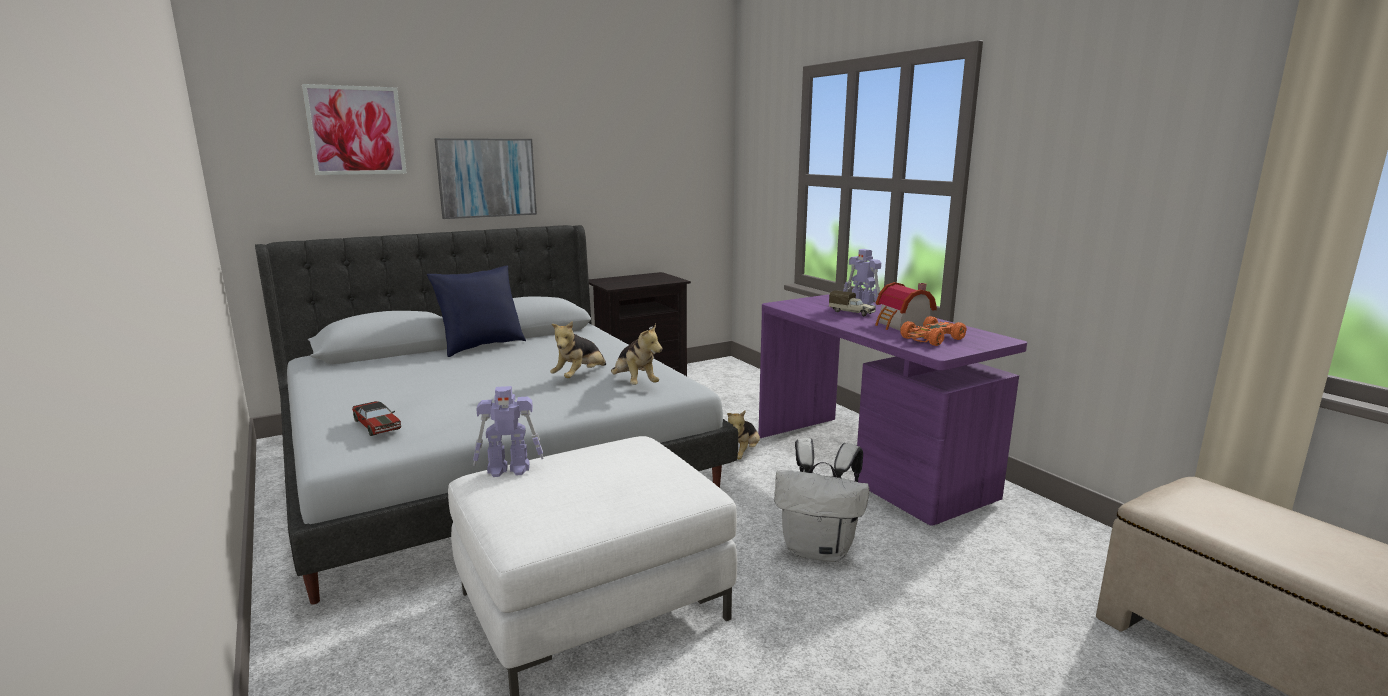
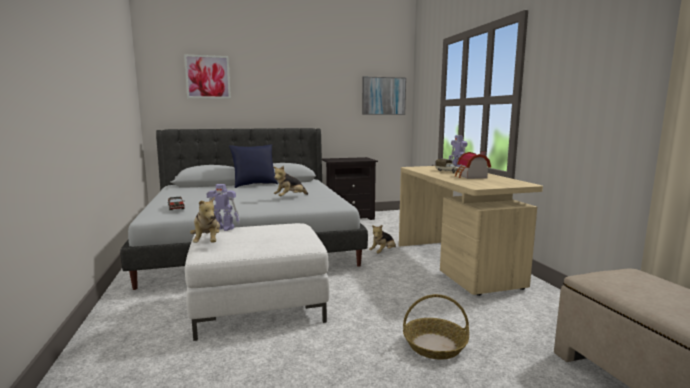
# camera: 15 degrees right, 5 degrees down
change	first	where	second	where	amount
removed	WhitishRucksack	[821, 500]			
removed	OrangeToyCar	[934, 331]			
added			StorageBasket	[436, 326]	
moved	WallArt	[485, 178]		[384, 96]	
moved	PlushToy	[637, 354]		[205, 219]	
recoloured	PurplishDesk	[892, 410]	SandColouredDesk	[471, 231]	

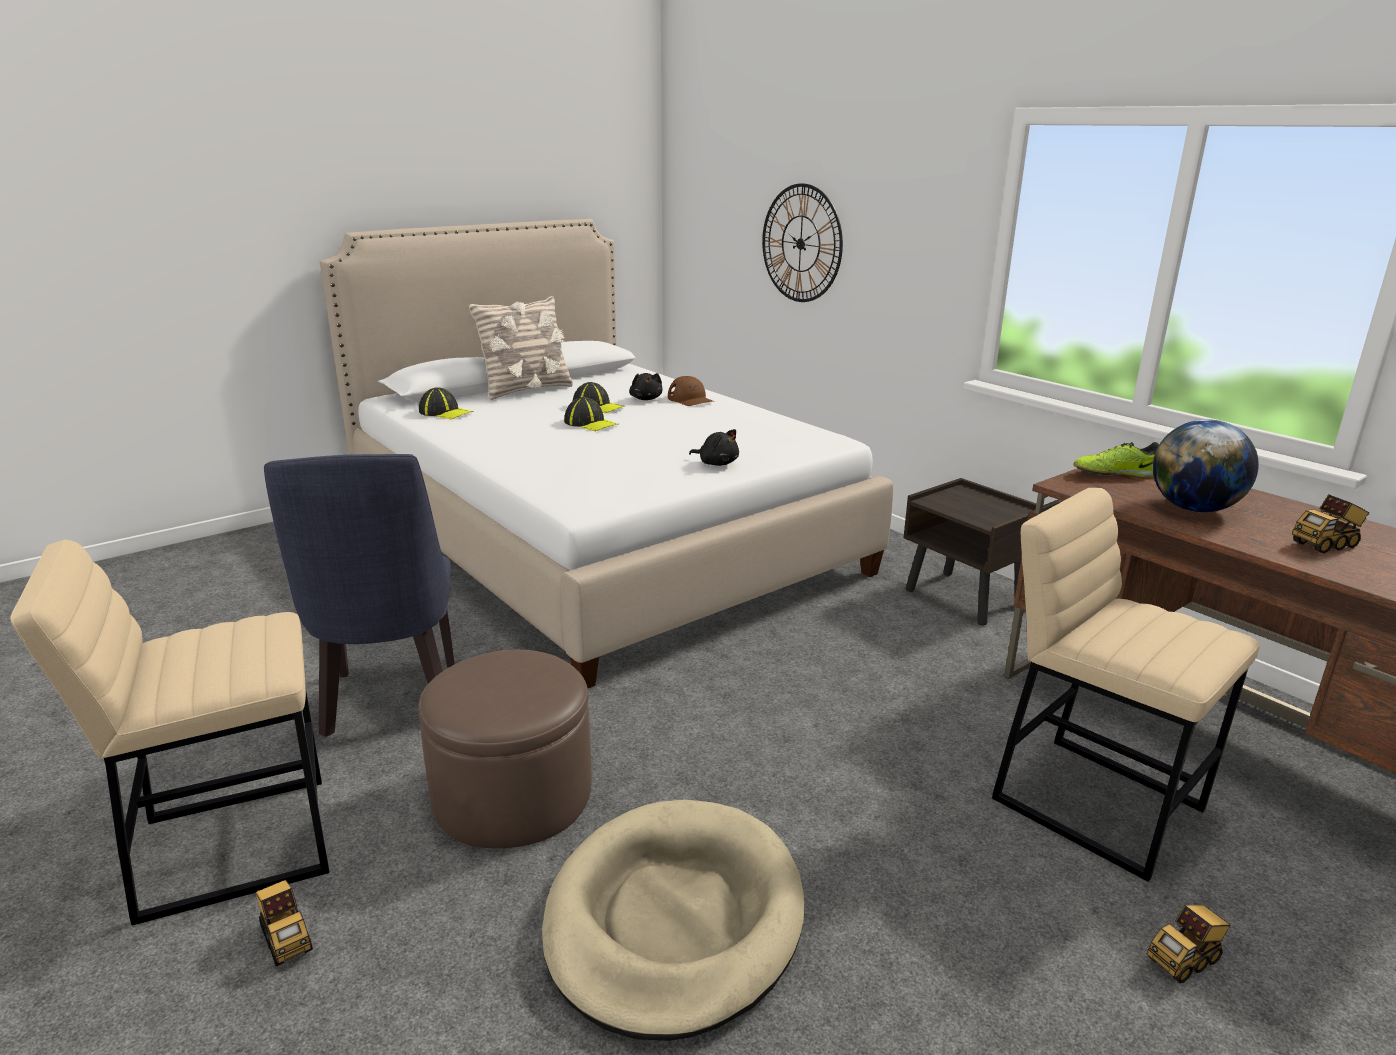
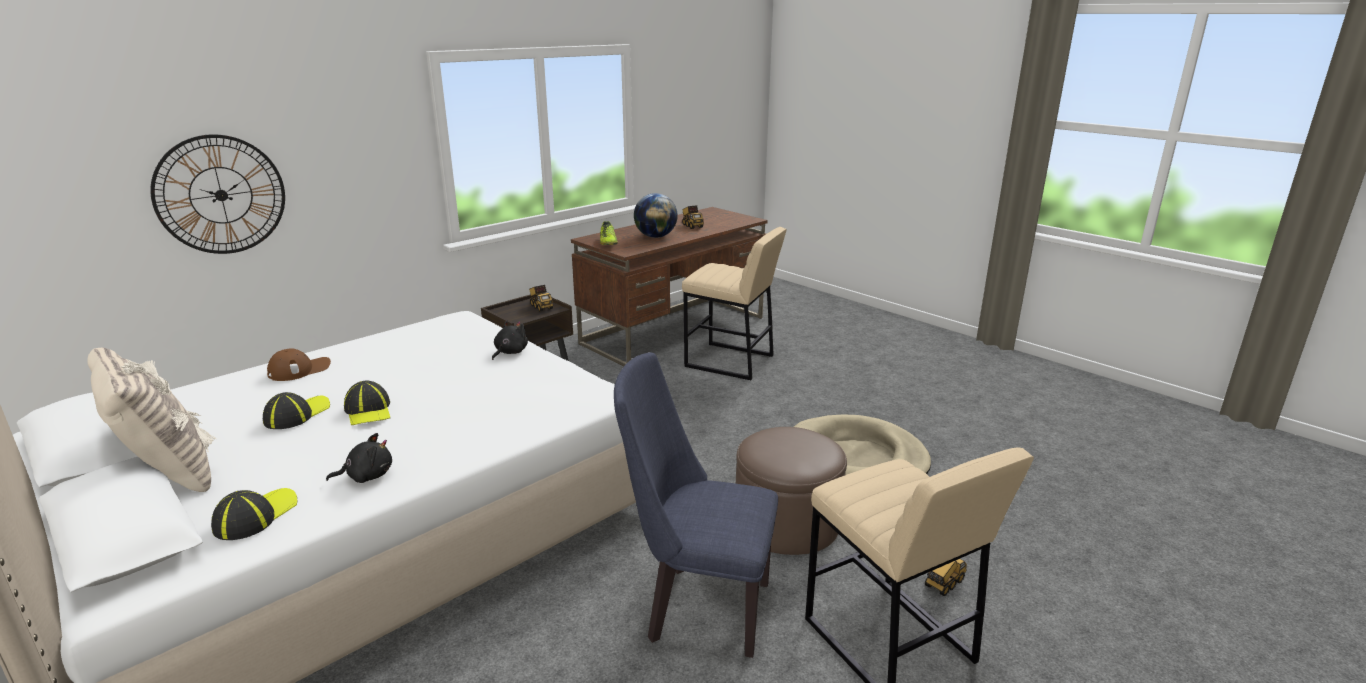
# camera: 95 degrees left, 0 degrees up
change	first	where	second	where	amount
moved	BlackColouredPlushToy	[646, 386]		[359, 458]	
moved	ModelTruck	[1189, 944]		[541, 298]	
turned	BlueChair	[359, 595]		[696, 505]	150 degrees counterclockwise
turned	PeakedCap	[591, 414]		[367, 403]	120 degrees clockwise
turned	SandColouredChair	[1126, 685]		[734, 303]	105 degrees counterclockwise

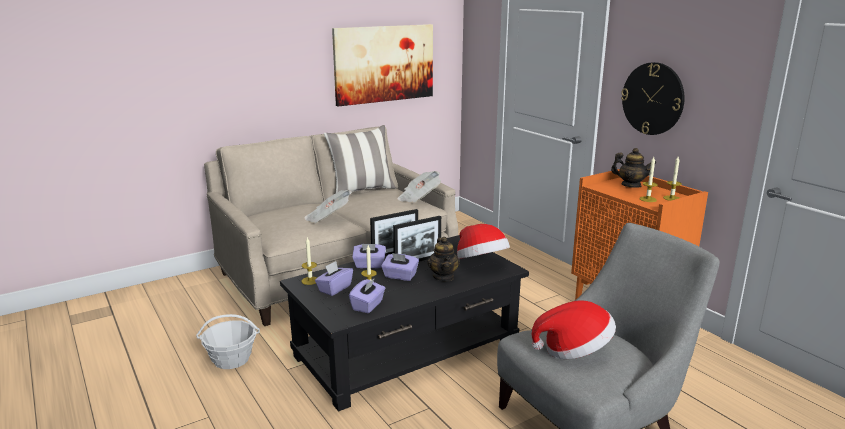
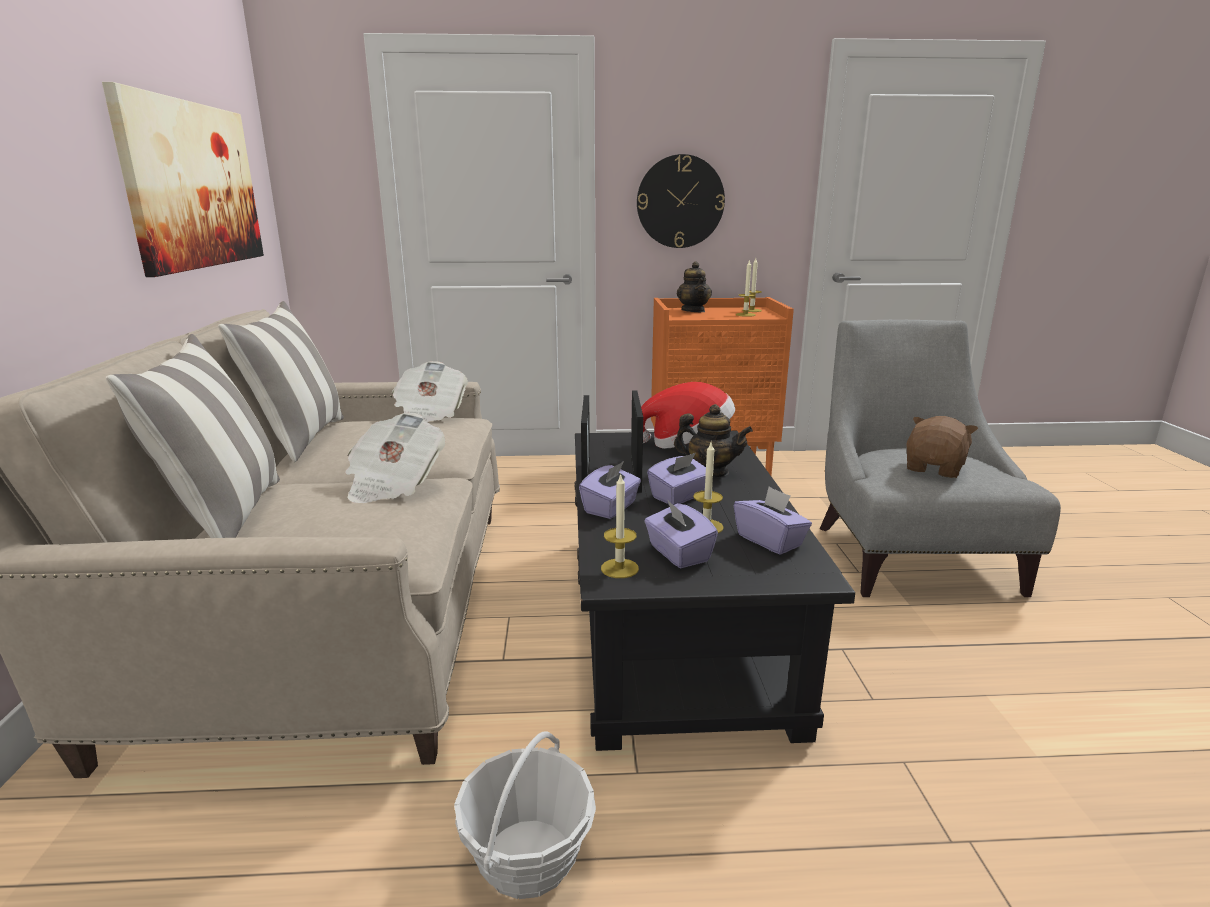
# camera: 60 degrees left, 0 degrees up
change	first	where	second	where	amount
added			ThrowPillow	[193, 436]	
replaced	Hat	[574, 329]	BrownColouredPlushToy	[942, 447]	
turned	PotForTea	[633, 168]		[694, 286]	105 degrees clockwise

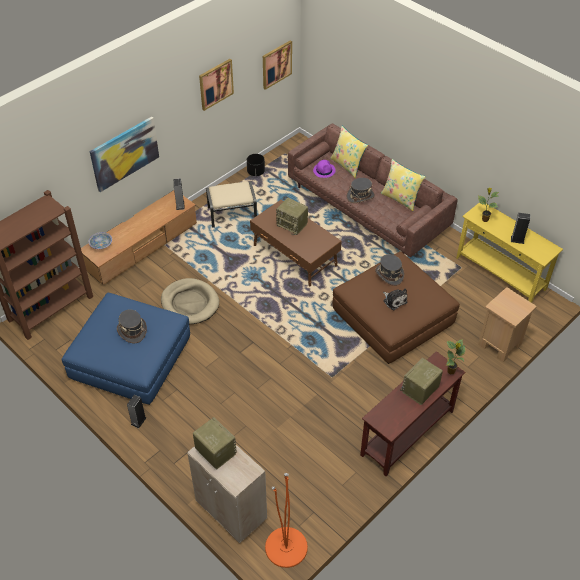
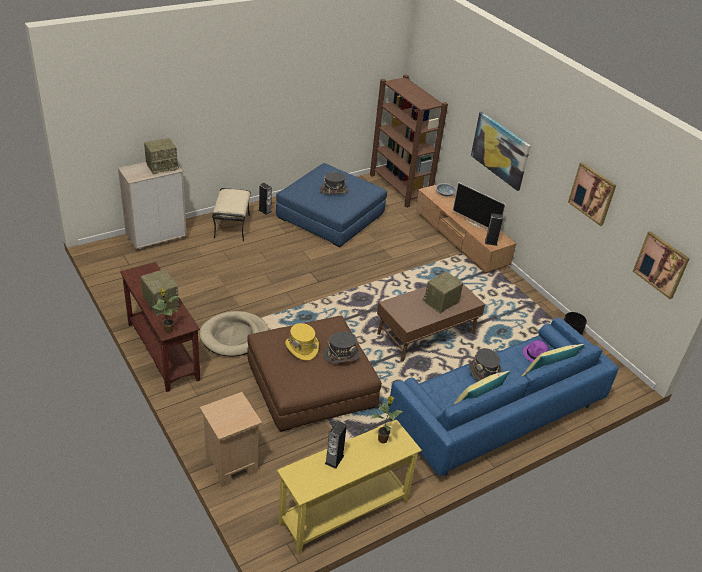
# camera: 100 degrees right, 10 degrees down
change	first	where	second	where	amount
removed	OrangeFloorLamp	[286, 520]			
added			Tv	[479, 206]	
moved	SandColouredDogCushion	[190, 301]		[234, 334]	
moved	SandColouredPouffe	[231, 204]		[231, 214]	
replaced	PlushToy	[395, 299]	YellowishHat	[302, 342]	
recoloured	BrownColouredSettee	[373, 190]	BlueSettee	[503, 396]	

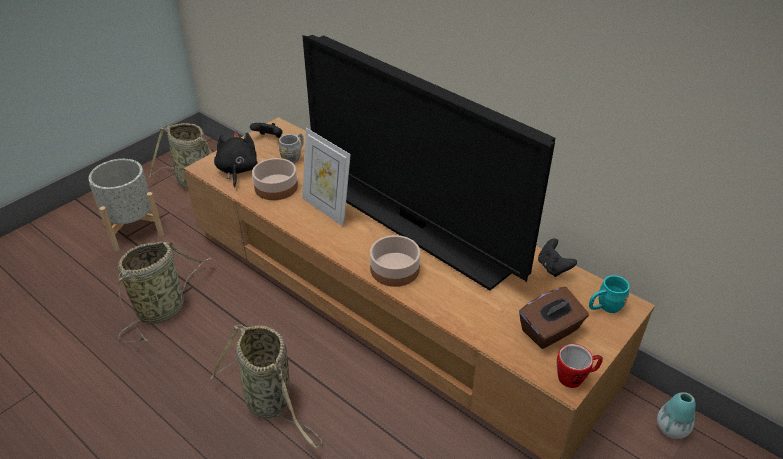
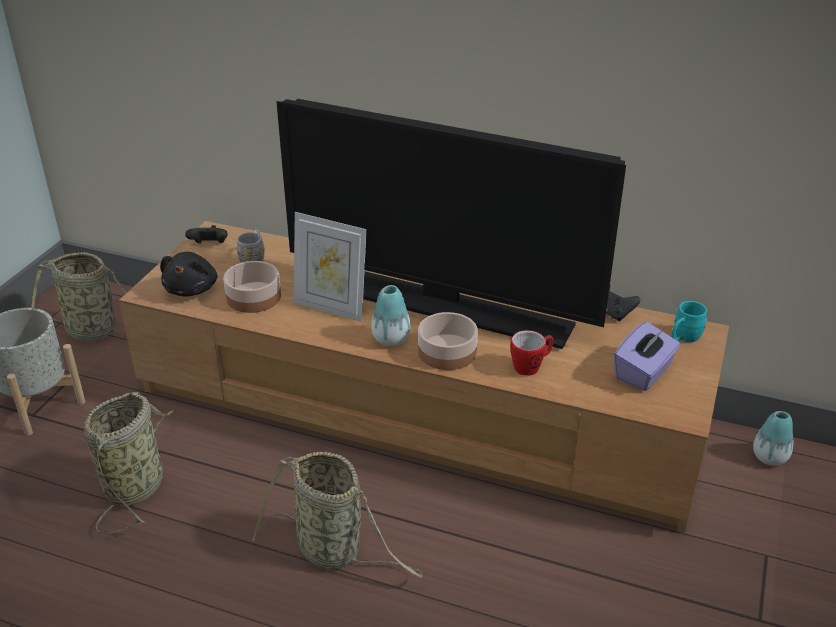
# camera: 20 degrees left, 5 degrees down
change	first	where	second	where	amount
added			FlowerVase	[391, 315]	
moved	Mug	[580, 366]		[531, 353]	
recoloured	BrownColouredTissueBox	[554, 318]	PurplishTissueBox	[647, 356]	
turned	BlackColouredPlushToy	[236, 159]		[189, 274]	150 degrees counterclockwise

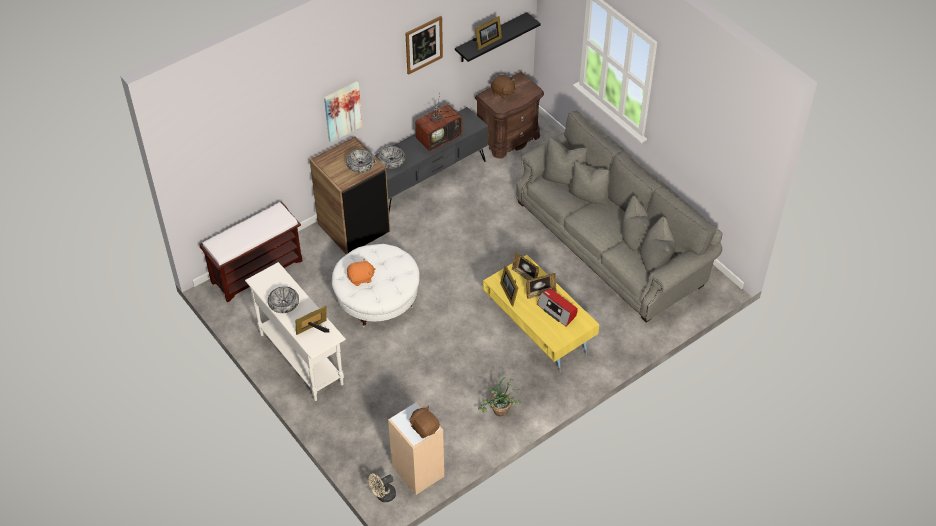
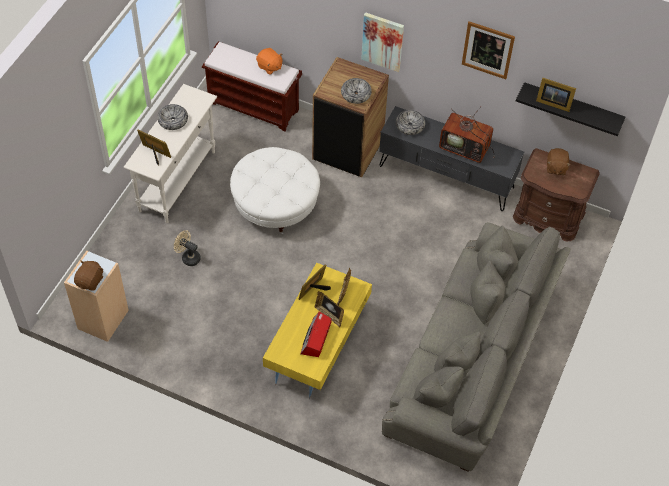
# camera: 60 degrees right, 5 degrees up
change	first	where	second	where	amount
removed	PottedPlant	[499, 397]			
moved	OrangePlushToy	[361, 272]		[269, 61]	
moved	SandColouredElectricFan	[382, 487]		[187, 248]	

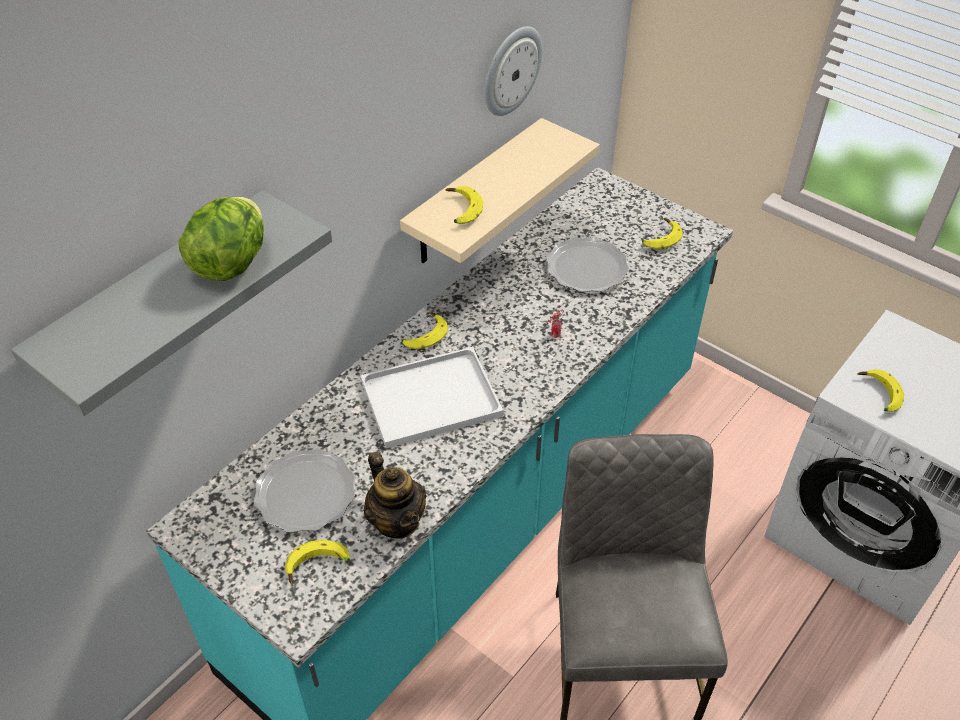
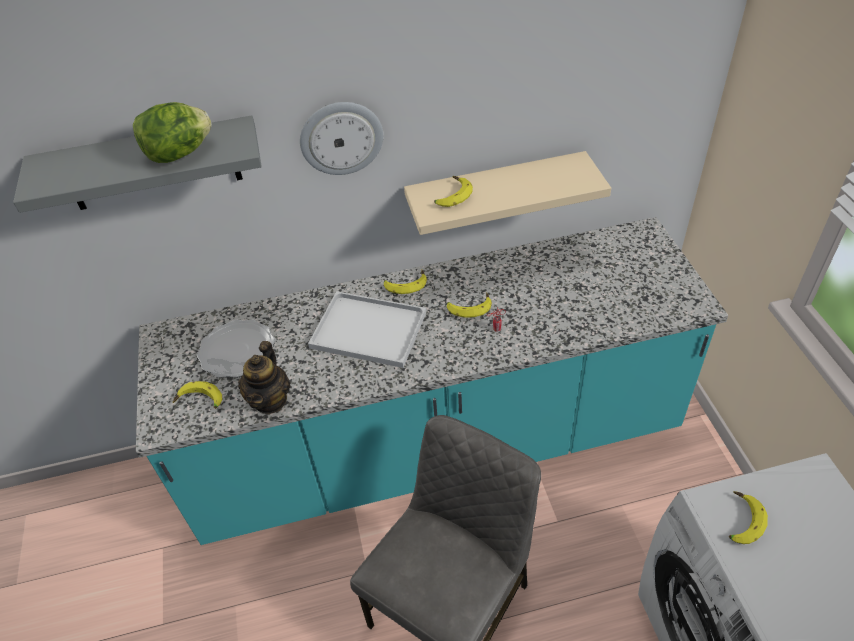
# camera: 40 degrees right, 0 degrees up
change	first	where	second	where	amount
removed	FlatDish	[587, 264]			
moved	HangingClock	[514, 71]		[341, 138]	
moved	BananaFruit	[662, 233]		[469, 305]	

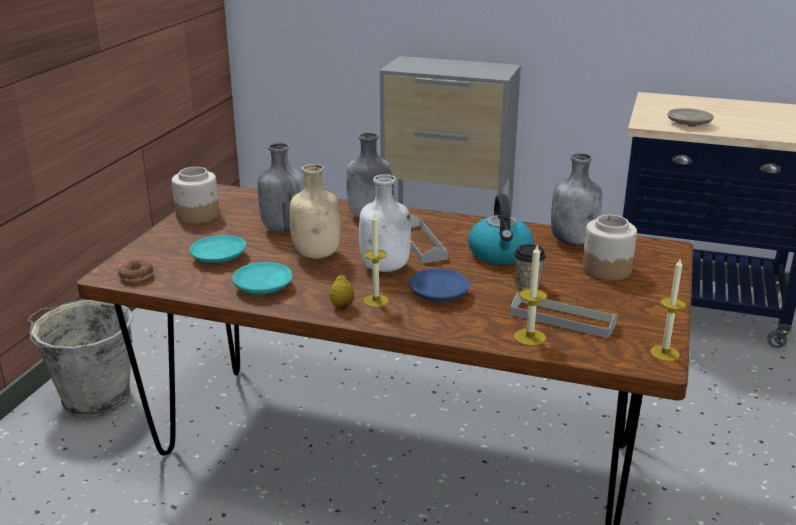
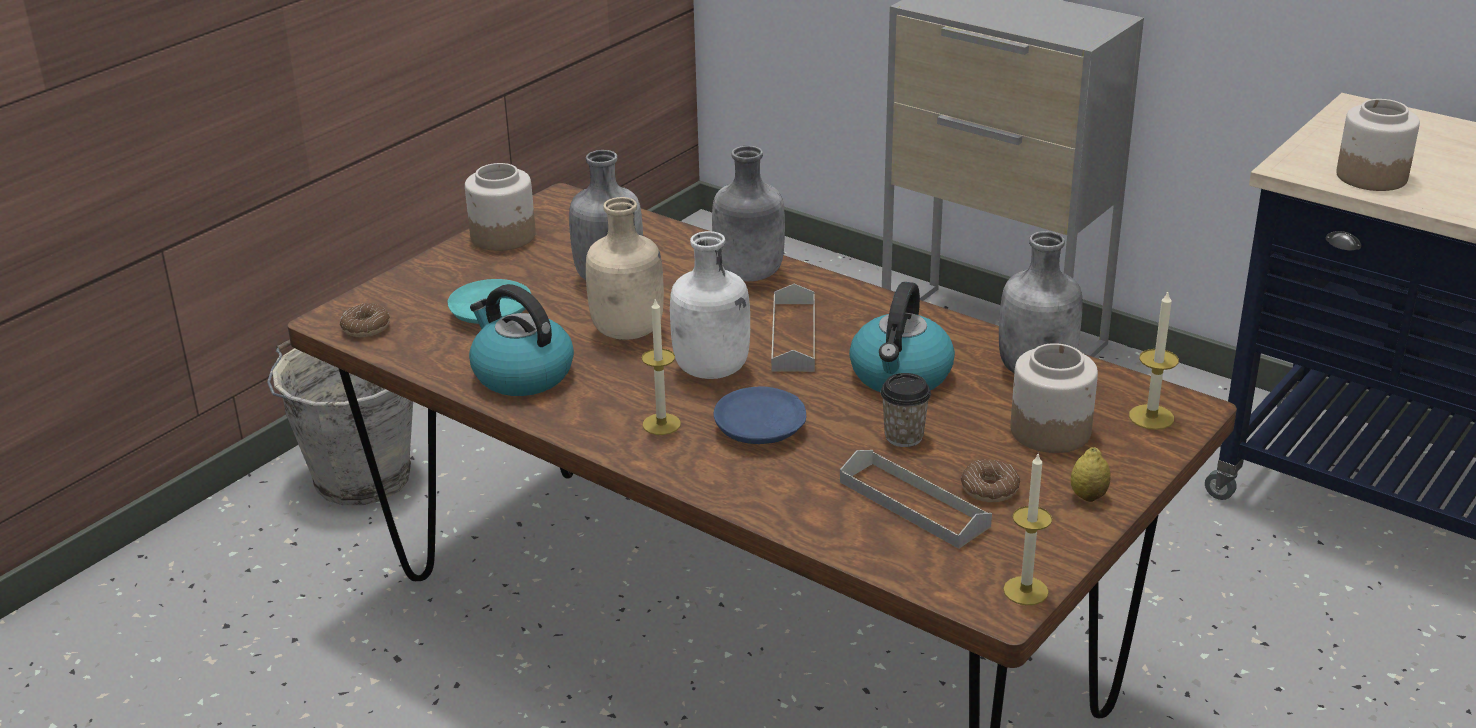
# camera: 20 degrees right, 5 degrees up
change	first	where	second	where	amount
added			Donut	[990, 481]	
moved	CitrusFruit	[342, 292]		[1091, 474]	
moved	WaxLight	[530, 295]		[1154, 361]	
replaced	BlueGreenFlatDish	[262, 278]	Kettle	[521, 340]	
replaced	SandColouredFlatDish	[690, 117]	Jar	[1378, 145]	

